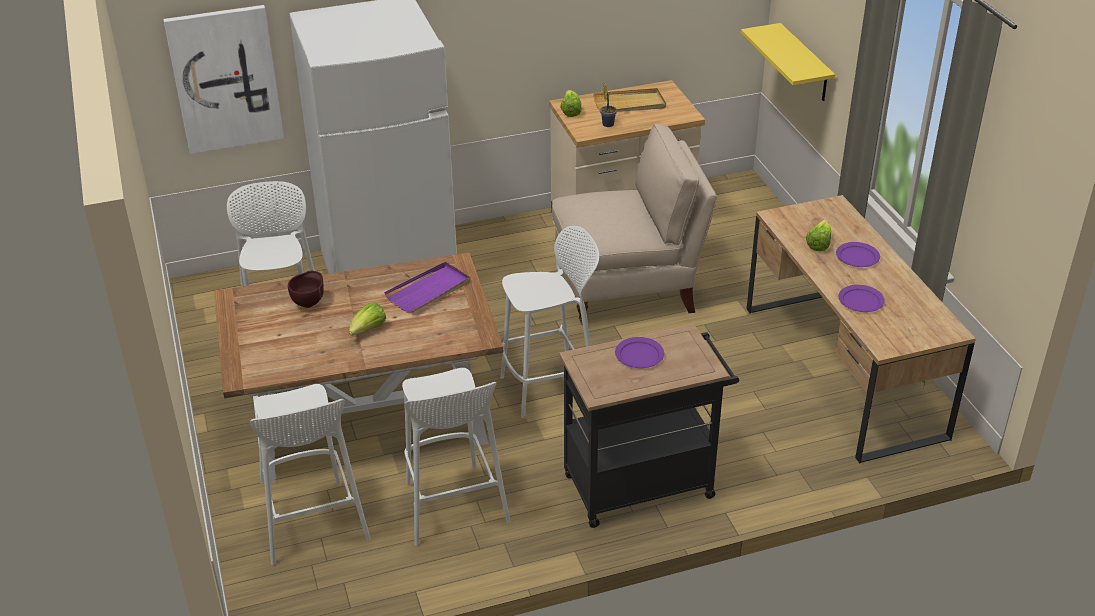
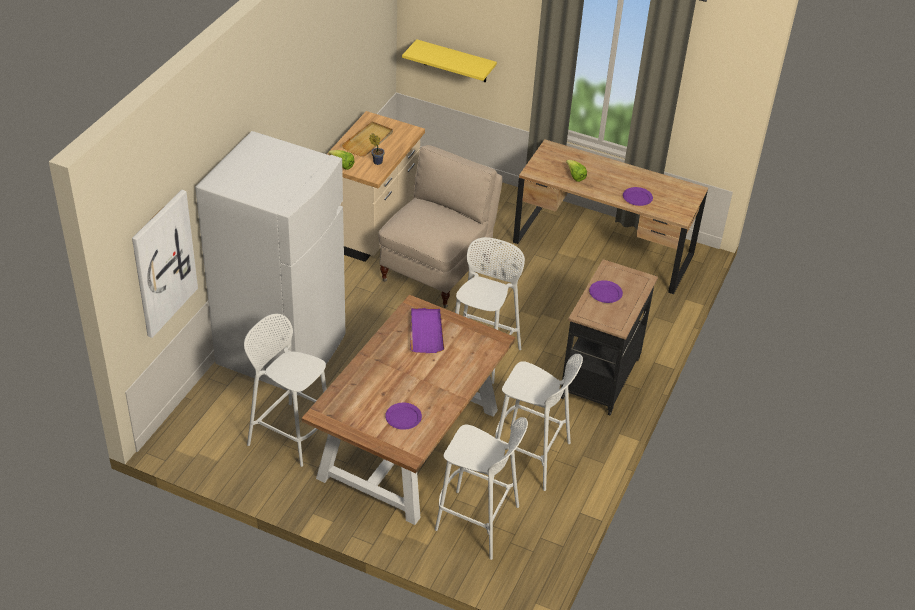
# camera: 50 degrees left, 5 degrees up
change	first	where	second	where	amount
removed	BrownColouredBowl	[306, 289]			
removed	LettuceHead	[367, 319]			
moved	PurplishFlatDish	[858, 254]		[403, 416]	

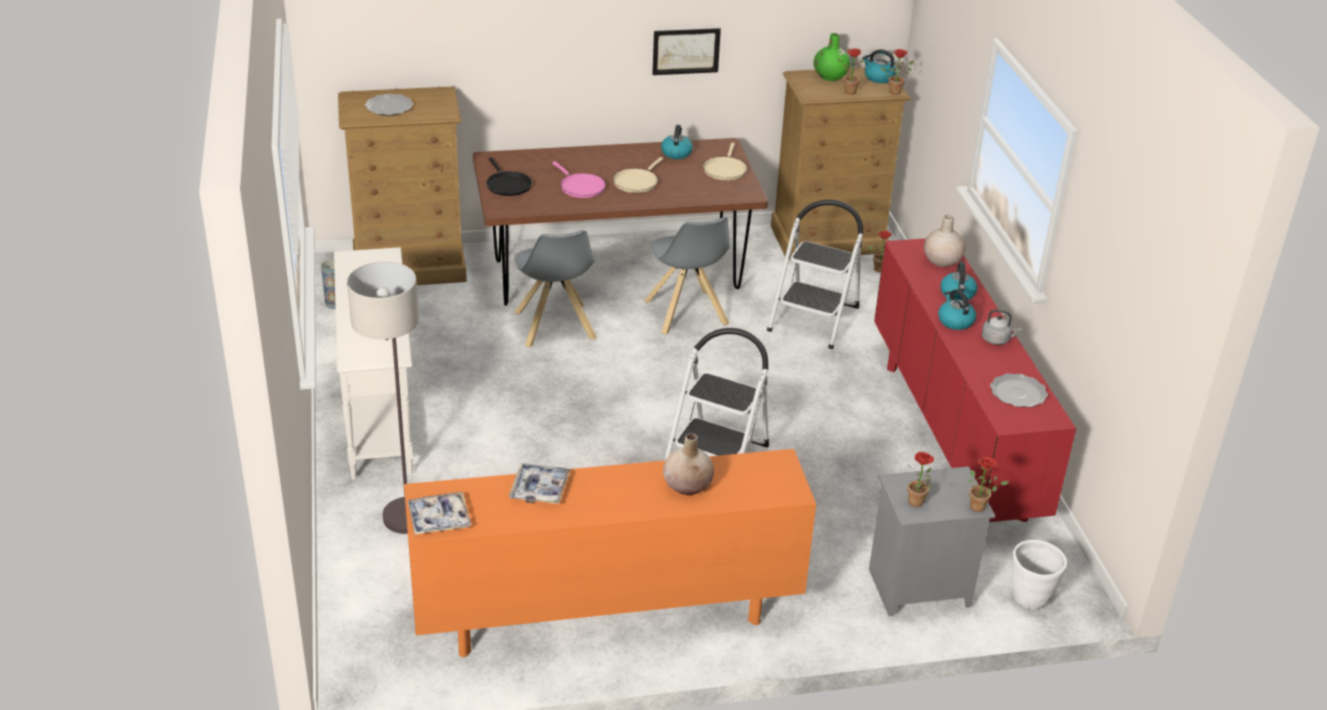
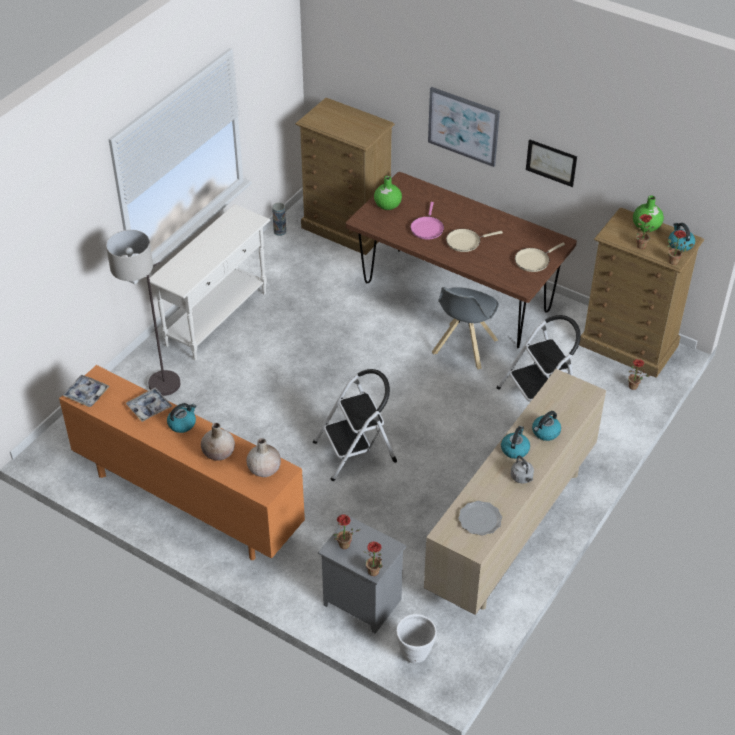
# camera: 45 degrees right, 10 degrees up
change	first	where	second	where	amount
removed	FlatDish	[389, 105]			
removed	GrayChair	[555, 289]			
added			WallArt	[464, 127]	
moved	Kettle	[677, 142]		[181, 418]	
moved	SandColouredFlowerVase	[944, 241]		[263, 457]	
replaced	BlackColouredSkillet	[509, 176]	GreenFlowerVase	[388, 193]	
recoloured	ReddishStorageCabinet	[975, 380]	SandColouredStorageCabinet	[515, 492]	

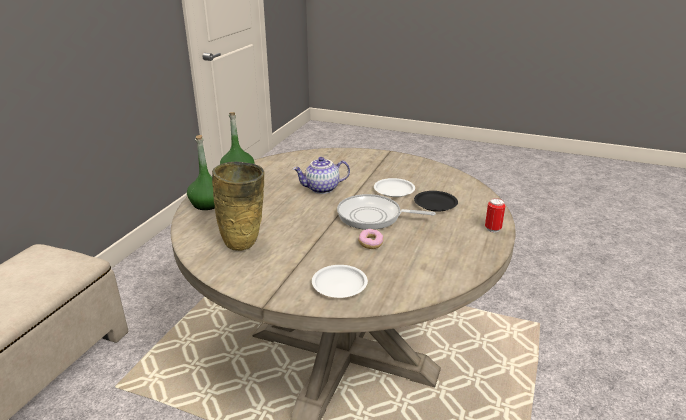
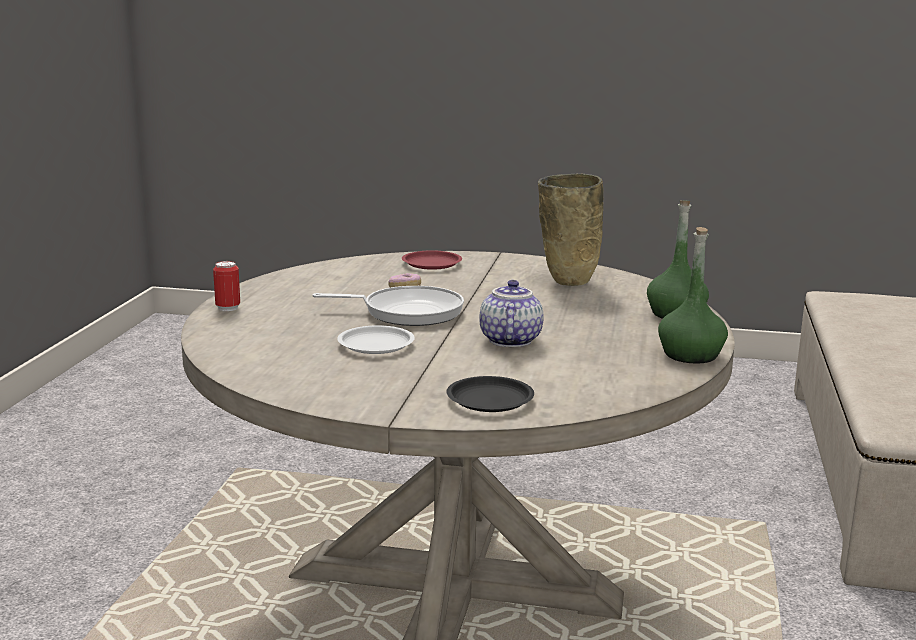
# camera: 170 degrees right, 10 degrees down
change	first	where	second	where	amount
moved	BlackColouredFlatDish	[436, 201]		[490, 394]	
recoloured	WhitishFlatDish	[340, 281]	ReddishFlatDish	[432, 260]	
turned	PotForTea	[321, 175]		[511, 313]	60 degrees counterclockwise

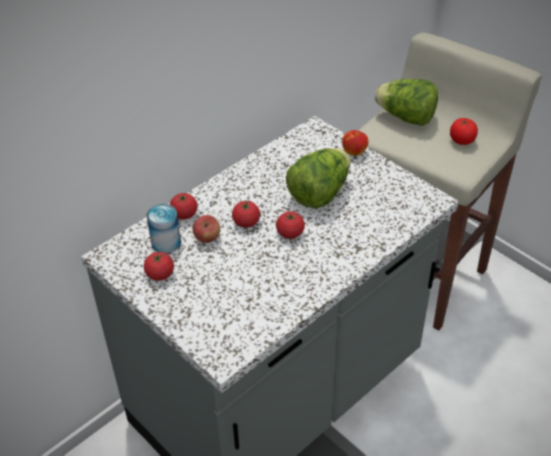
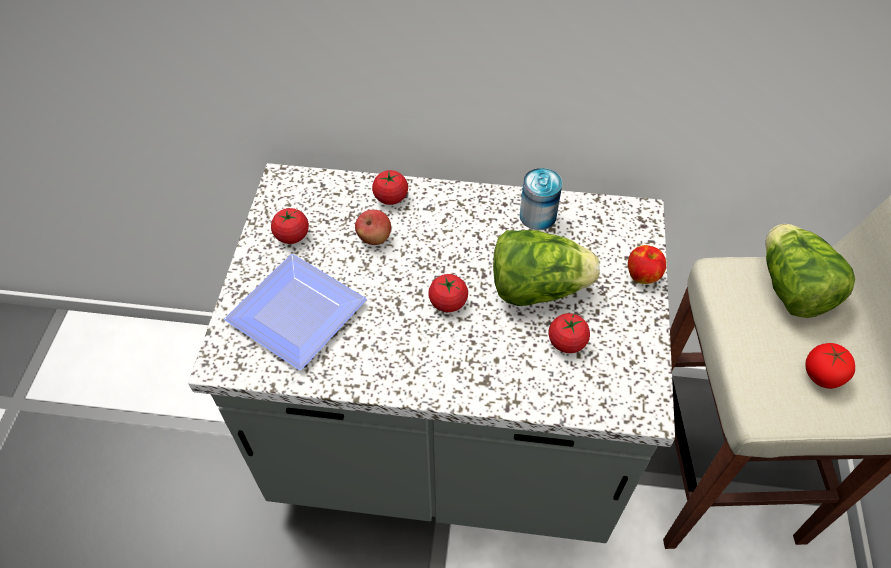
# camera: 50 degrees right, 10 degrees up
change	first	where	second	where	amount
added			FlatDish	[295, 312]	
moved	SealedCan	[164, 228]		[540, 199]	
moved	FreshTomato	[246, 214]		[569, 333]	

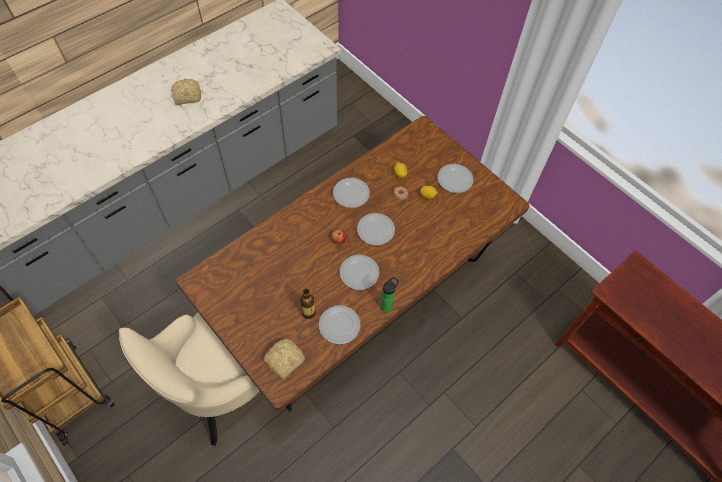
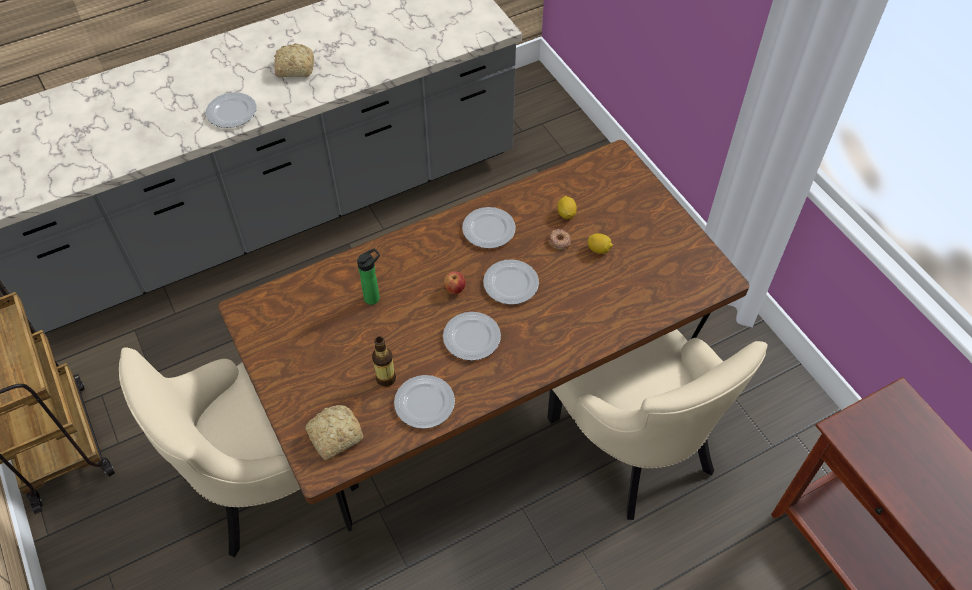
# camera: 15 degrees right, 5 degrees down
change	first	where	second	where	amount
added			SandColouredChair	[657, 424]	
moved	DrinkBottle	[390, 294]		[368, 276]	
moved	FlatDish	[455, 178]		[231, 110]	

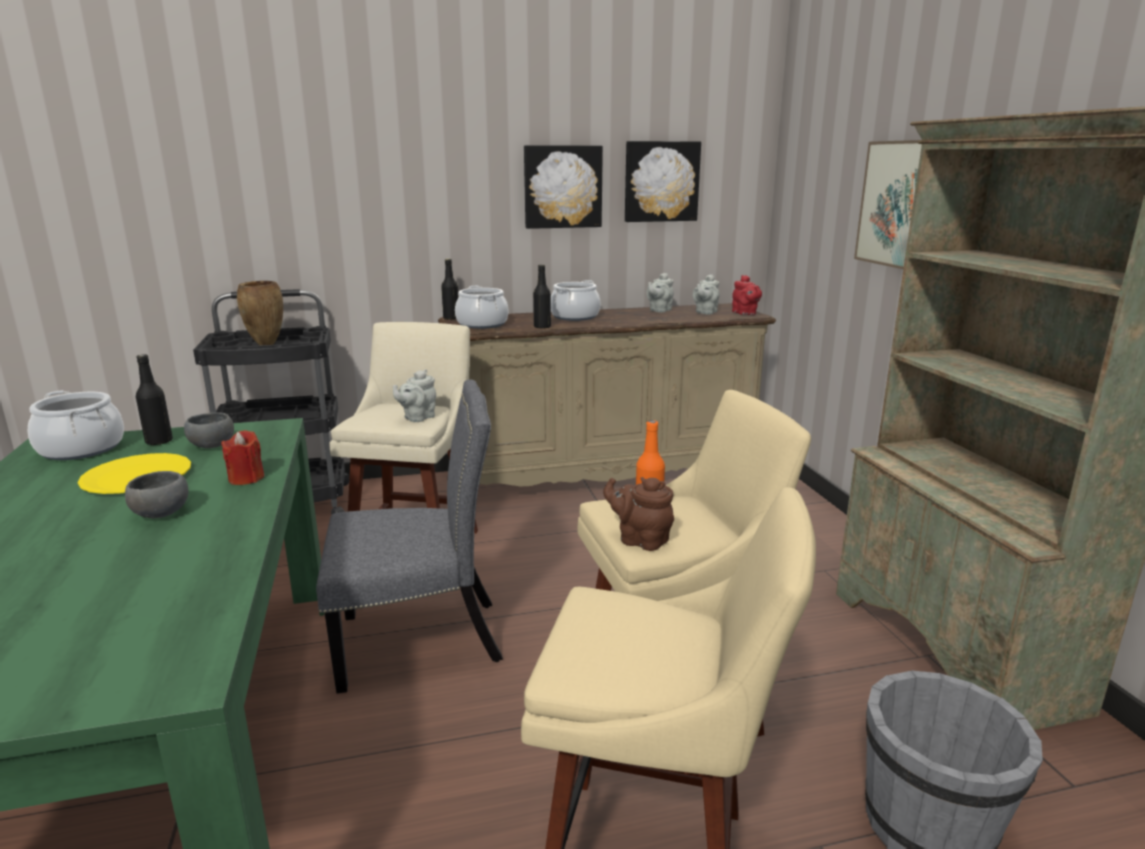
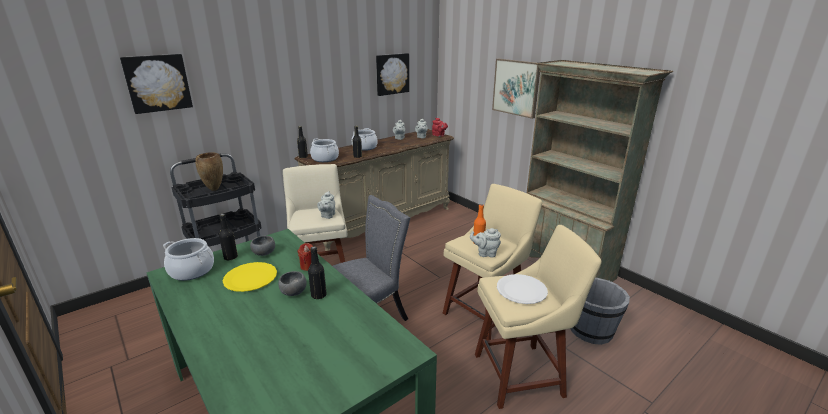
# camera: 25 degrees left, 5 degrees up
change	first	where	second	where	amount
added			BlackColouredDrinkBottle	[317, 272]	
added			WhitishFlatDish	[522, 289]	
moved	WallArt	[563, 187]		[156, 84]	
recoloured	BrownColouredPotForTea	[638, 514]	GrayPotForTea	[485, 242]	

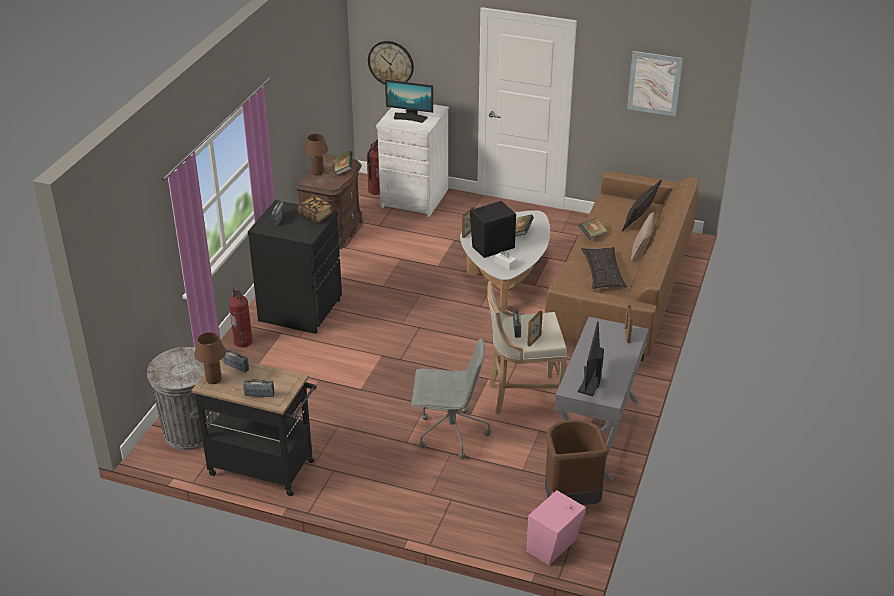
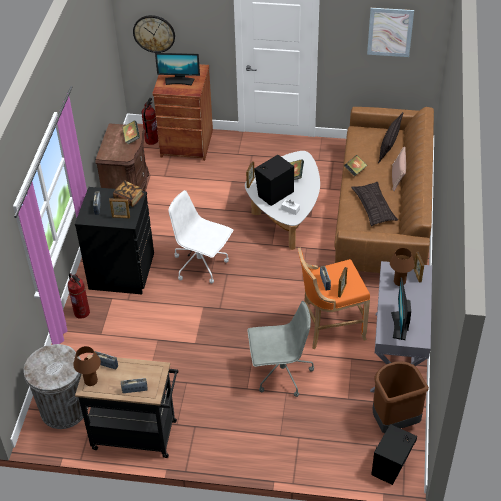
# camera: 10 degrees left, 10 degrees up
change	first	where	second	where	amount
added			StandingFrame	[119, 208]	
added			WhitishOfficeChair	[200, 237]	
moved	BrownColouredTabletopLamp	[316, 154]		[402, 267]	
recoloured	WhitishDrawerChest	[412, 160]	BrownColouredDrawerChest	[182, 112]	
recoloured	SandColouredSittingStool	[527, 348]	OrangeSittingStool	[334, 298]	
recoloured	PinkSpeaker	[556, 527]	BlackColouredSpeaker	[394, 454]	

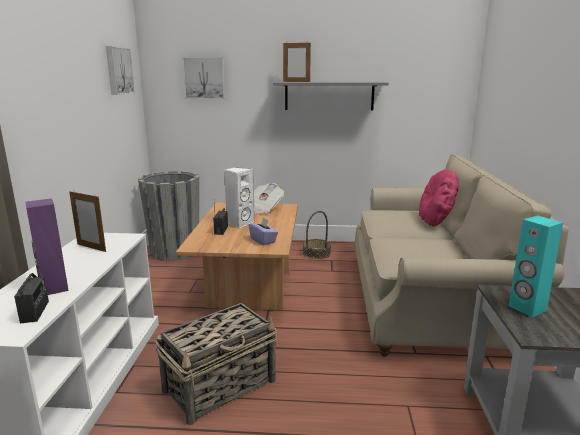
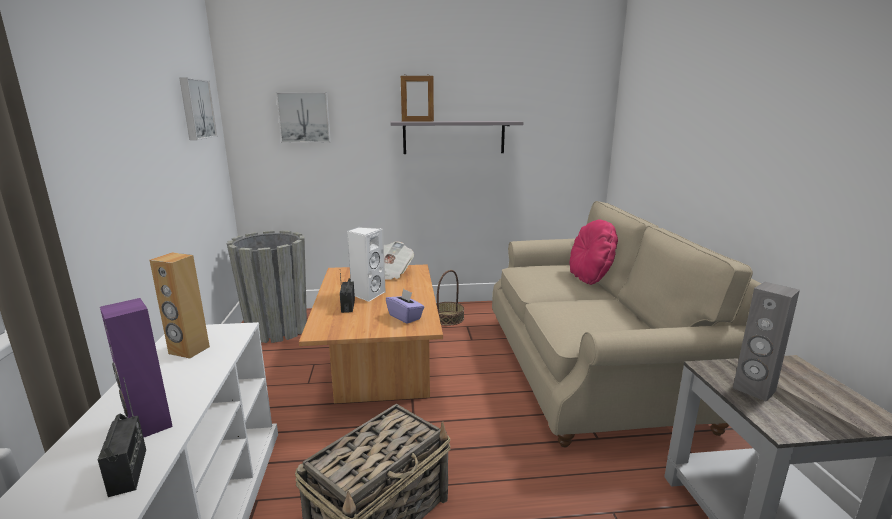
# camera: 10 degrees left, 0 degrees up
change	first	where	second	where	amount
replaced	StandingFrame	[87, 221]	BrownColouredSpeaker	[180, 305]	
recoloured	BlueGreenSpeaker	[535, 266]	GraySpeaker	[766, 341]	

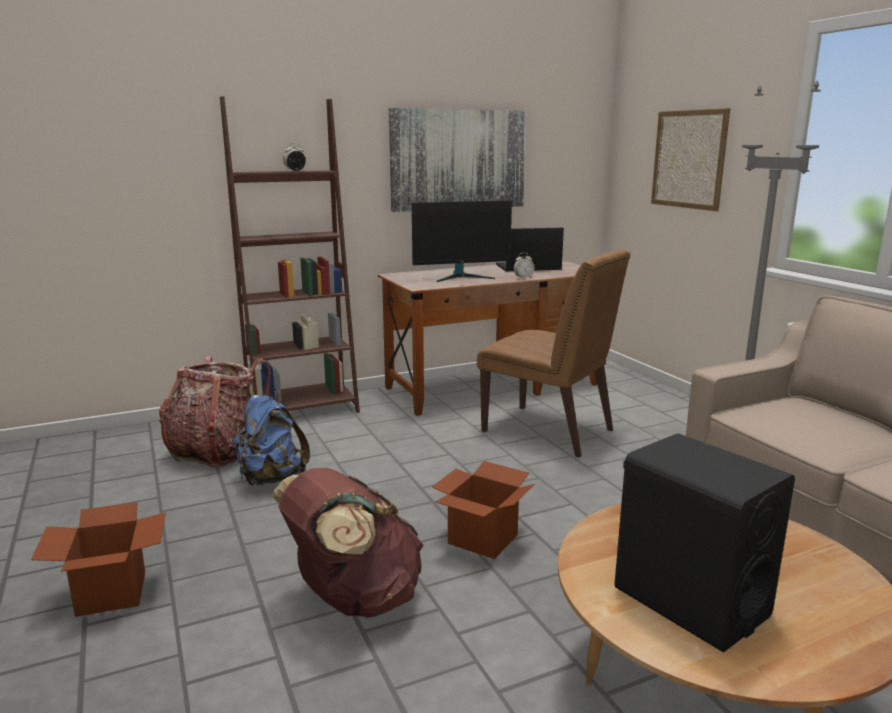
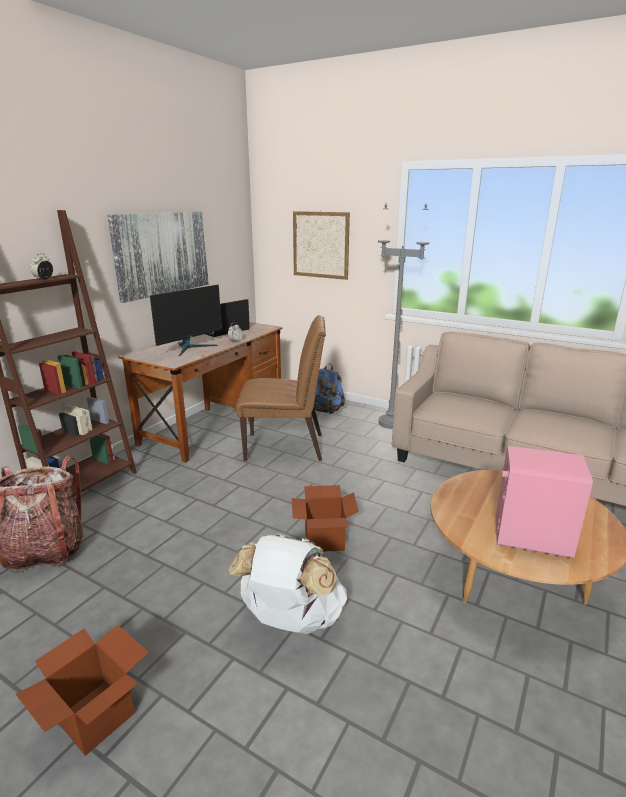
# camera: 35 degrees left, 5 degrees up
change	first	where	second	where	amount
moved	BlueRucksack	[271, 437]		[329, 388]	
recoloured	BrownColouredRucksack	[348, 543]	WhitishRucksack	[288, 584]	
recoloured	BlackColouredSpeaker	[704, 542]	PinkSpeaker	[544, 502]	

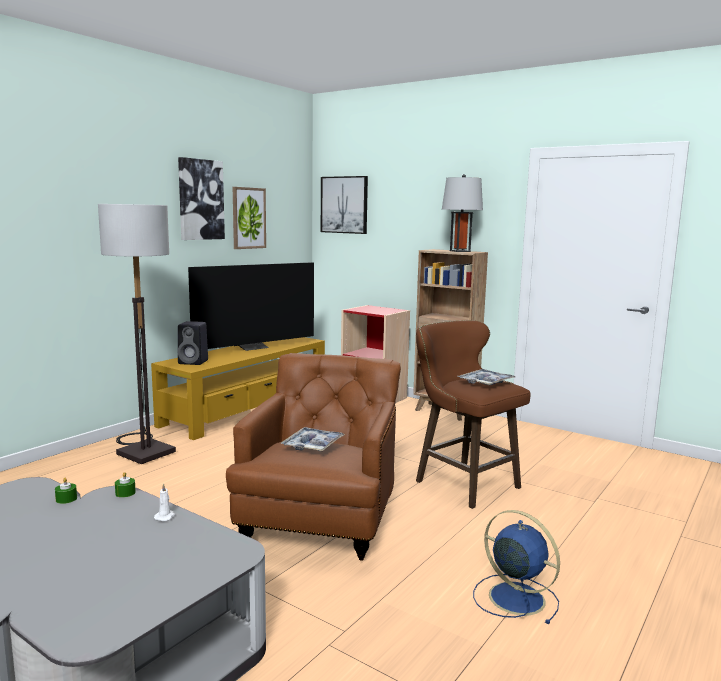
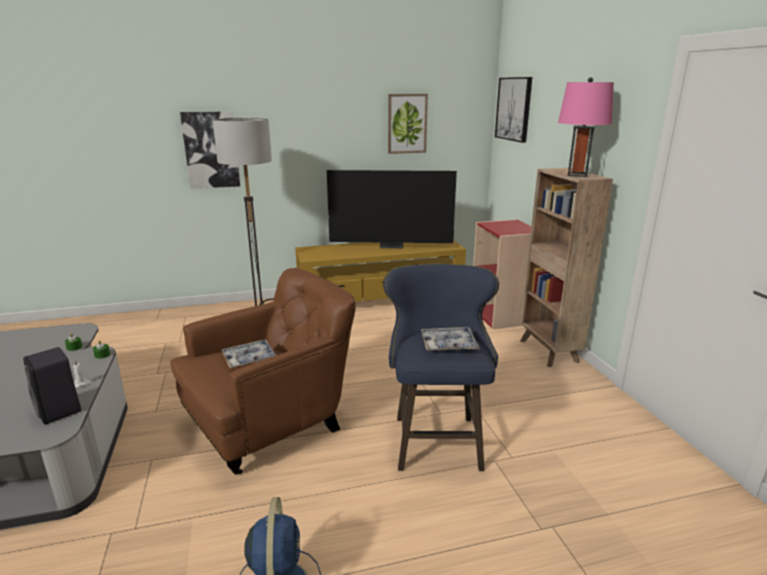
# camera: 40 degrees right, 10 degrees up
change	first	where	second	where	amount
moved	BlackColouredSpeaker	[192, 343]		[52, 385]	
moved	WallArt	[201, 198]		[210, 150]	
recoloured	BrownColouredSittingStool	[473, 414]	BlueSittingStool	[441, 367]	
recoloured	GrayTabletopLamp	[462, 213]	PinkTabletopLamp	[586, 127]	

